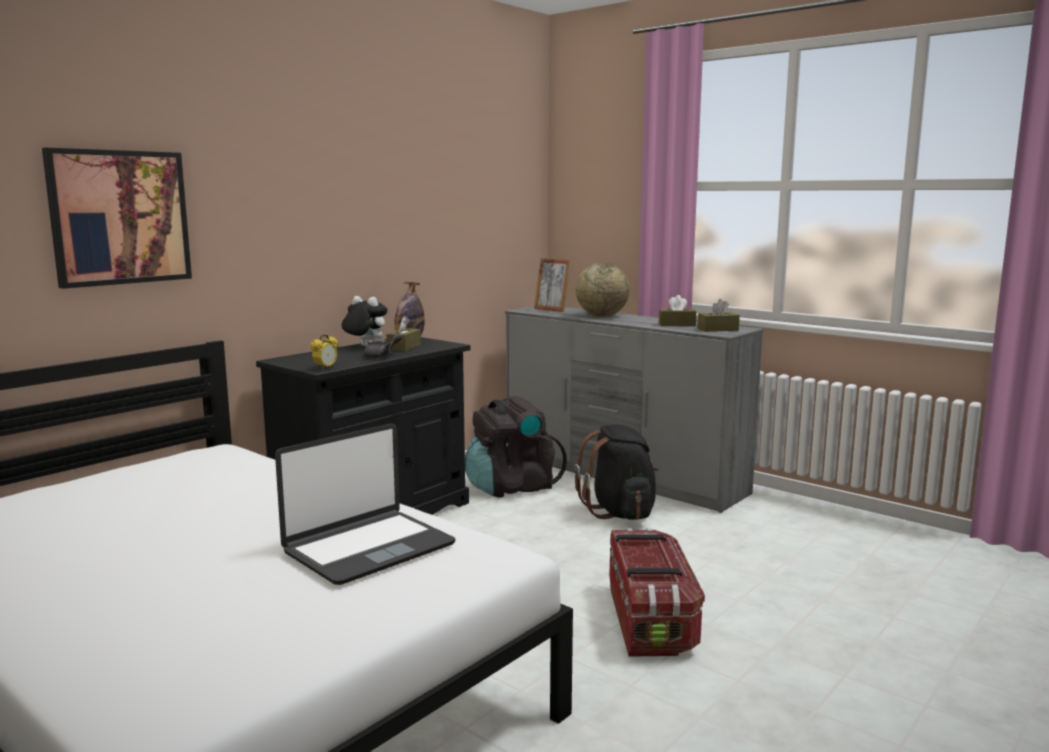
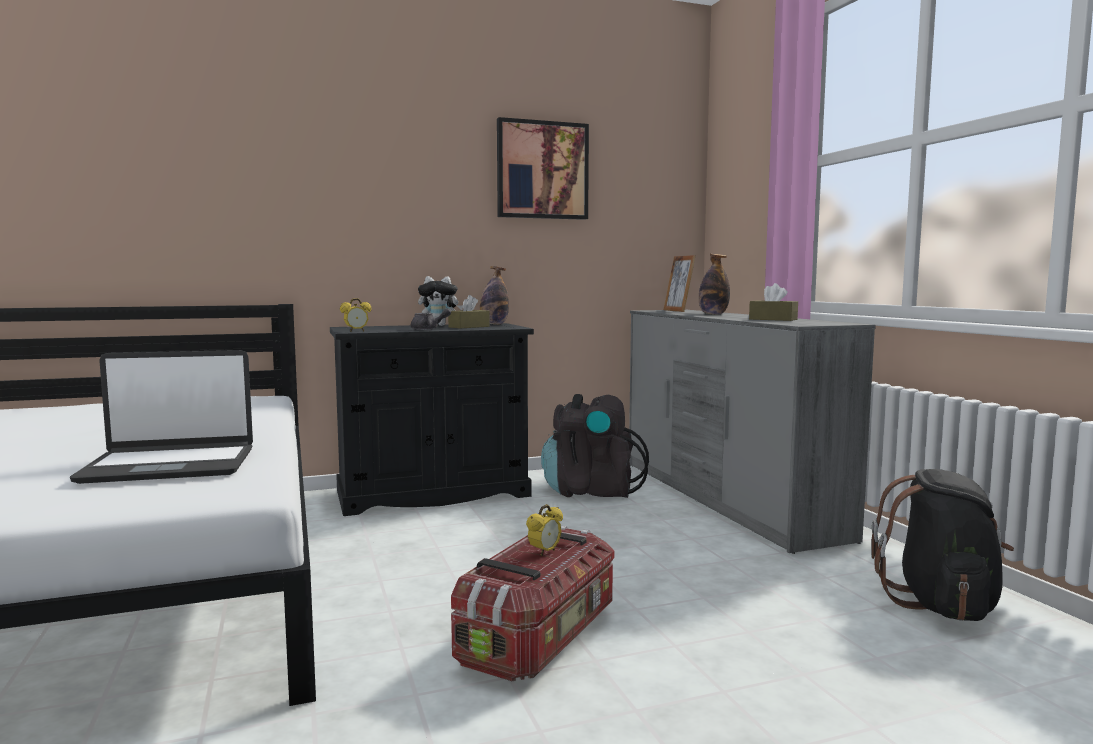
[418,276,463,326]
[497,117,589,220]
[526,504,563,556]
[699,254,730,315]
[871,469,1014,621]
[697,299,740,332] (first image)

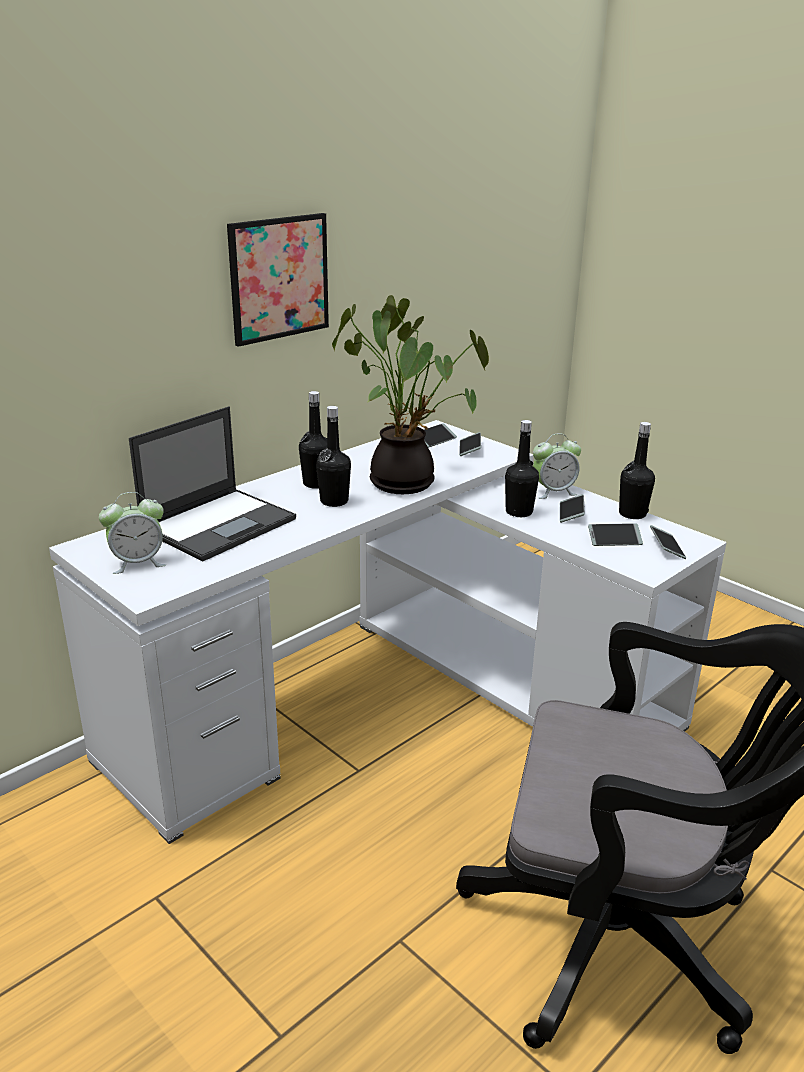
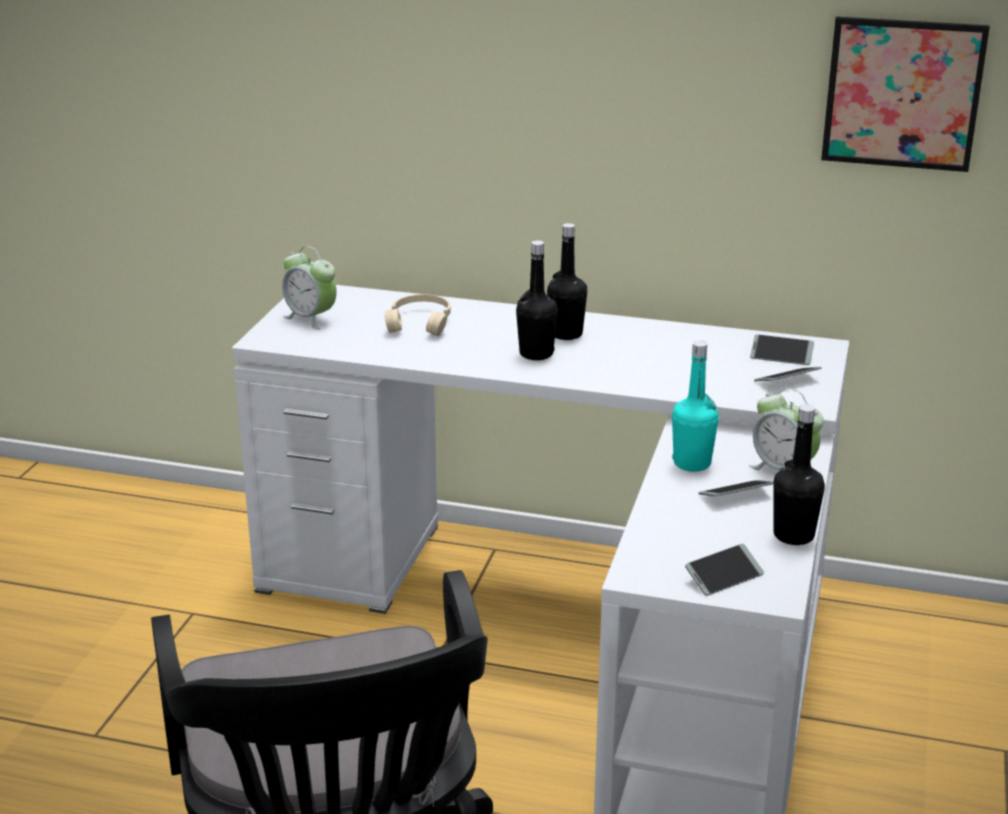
[385,294,451,337]
[672,341,719,472]
[821,16,990,172]
[332,295,489,494] (first image)
[588,523,643,546] (first image)

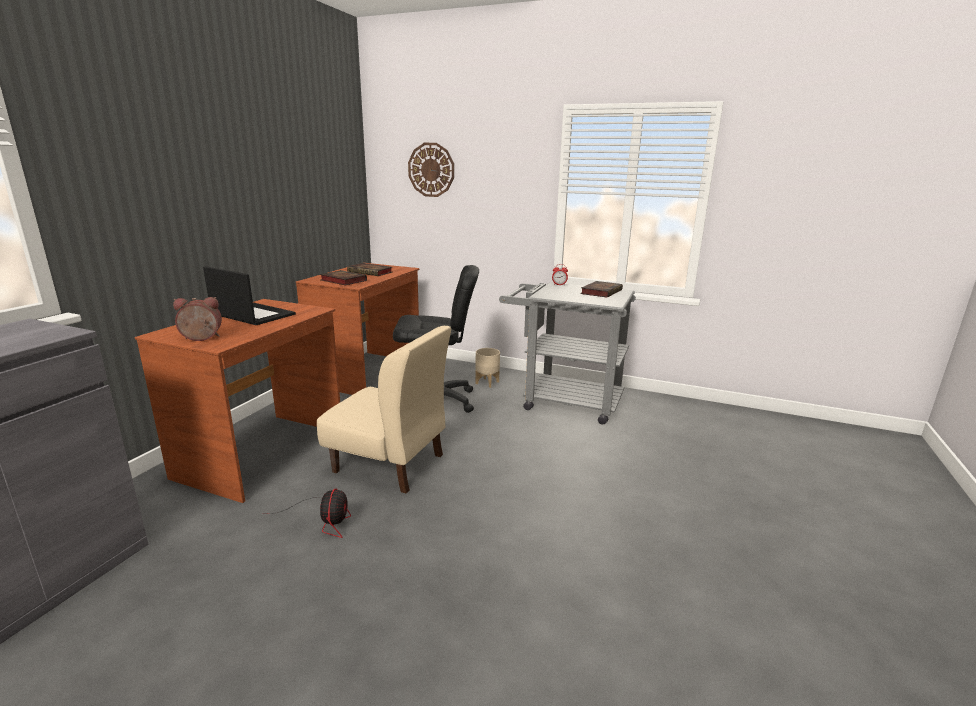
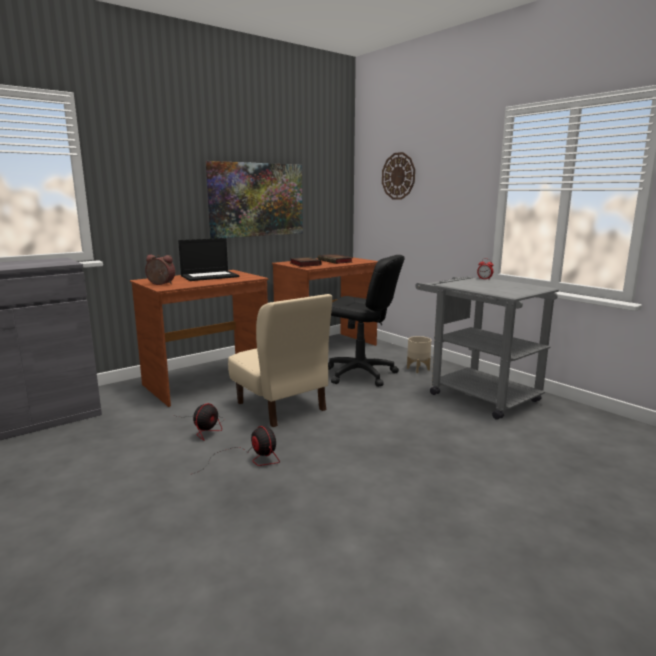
[178,238,239,281]
[192,426,280,474]
[206,161,303,239]
[580,281,623,298] (first image)

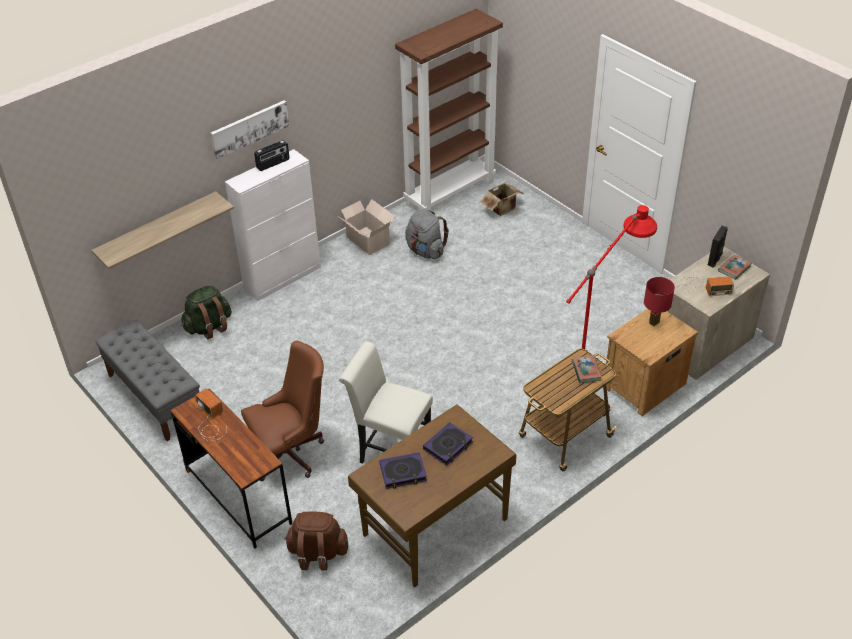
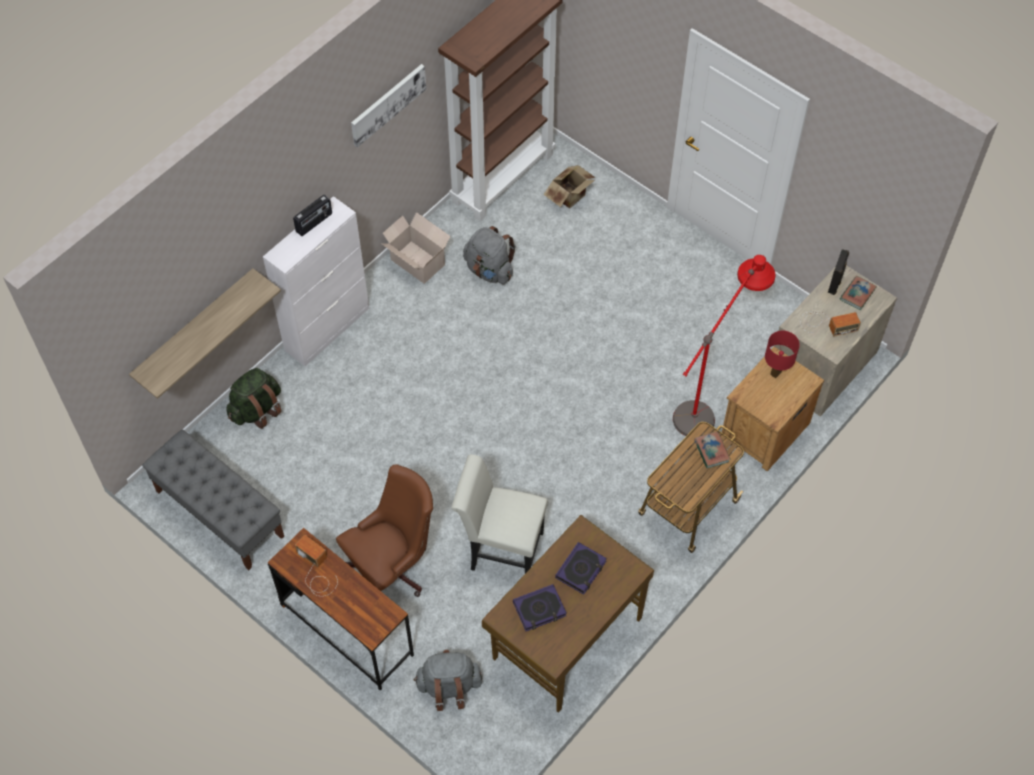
[351,64,426,148]
[414,650,482,711]

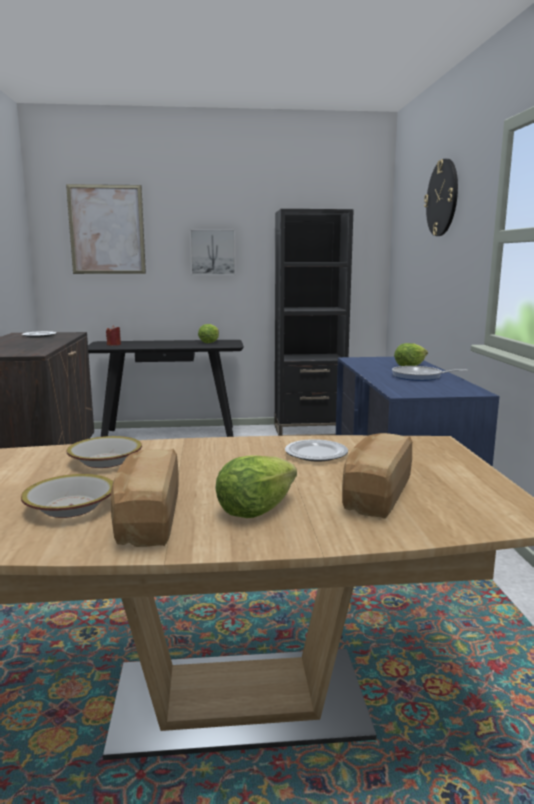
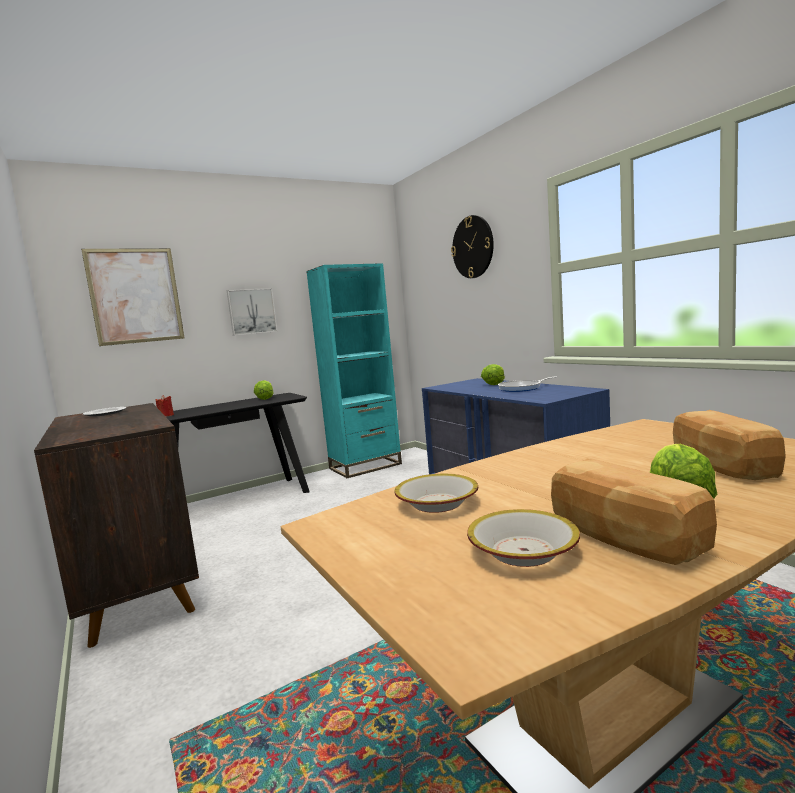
[306,263,402,478]
[285,439,348,462] (first image)

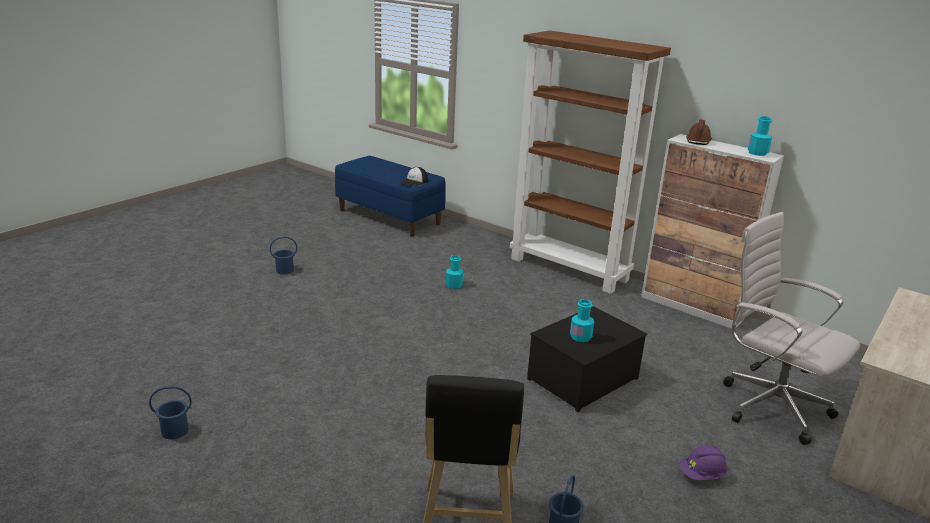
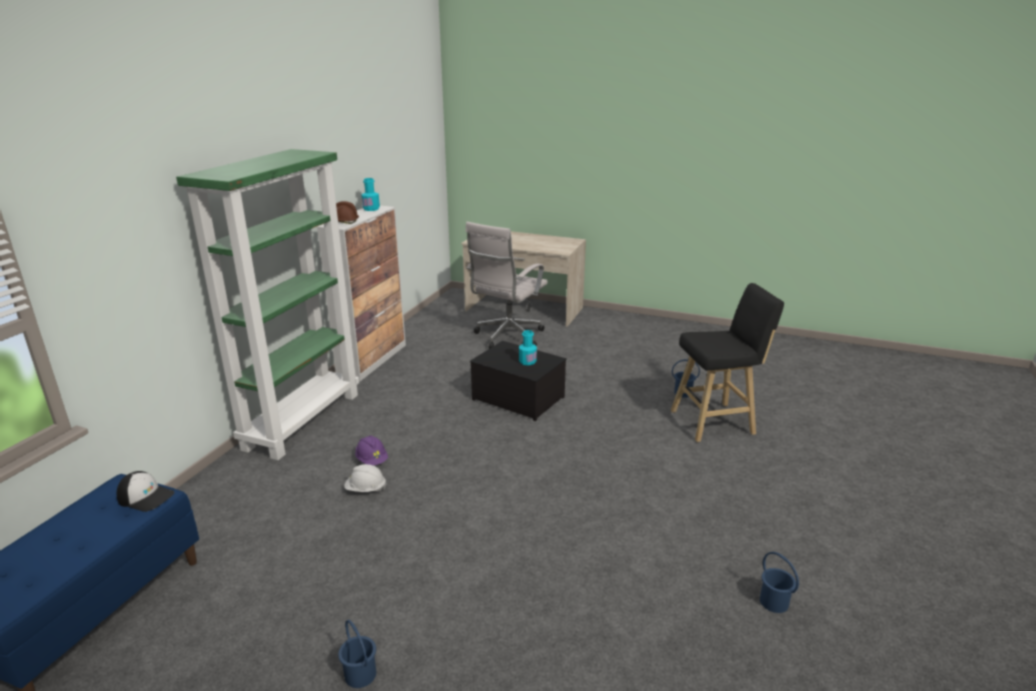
[176,149,359,460]
[344,464,387,492]
[355,435,388,465]

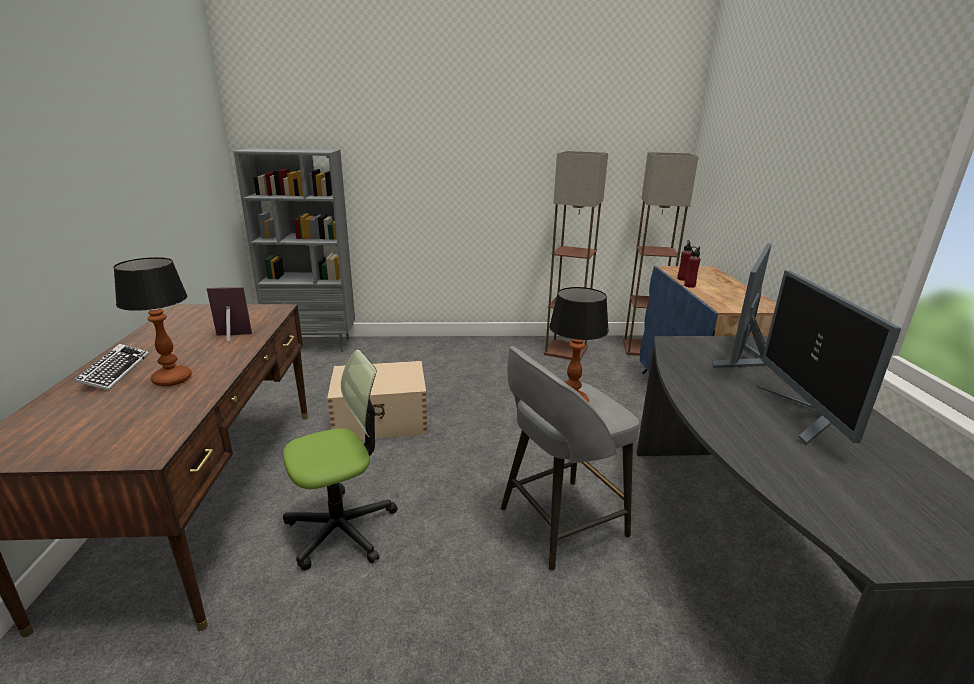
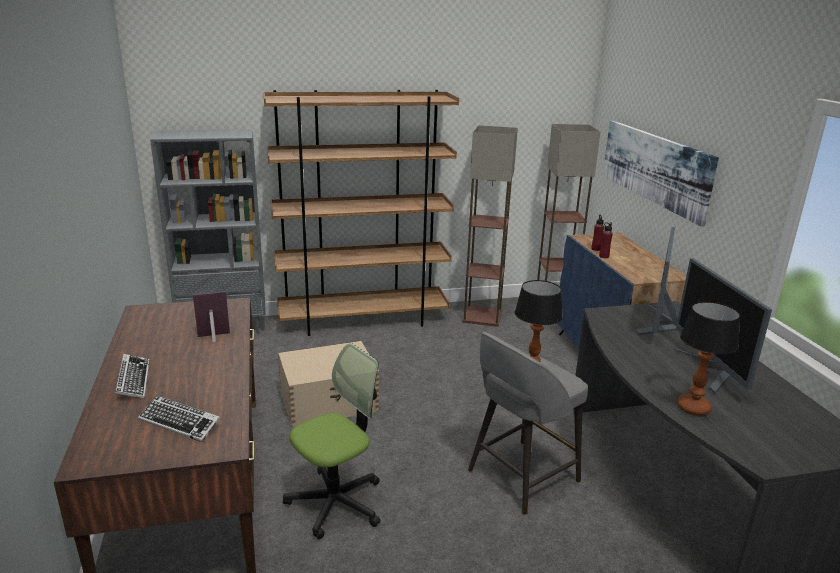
[138,395,220,442]
[263,90,459,336]
[602,121,719,226]
[677,301,740,416]

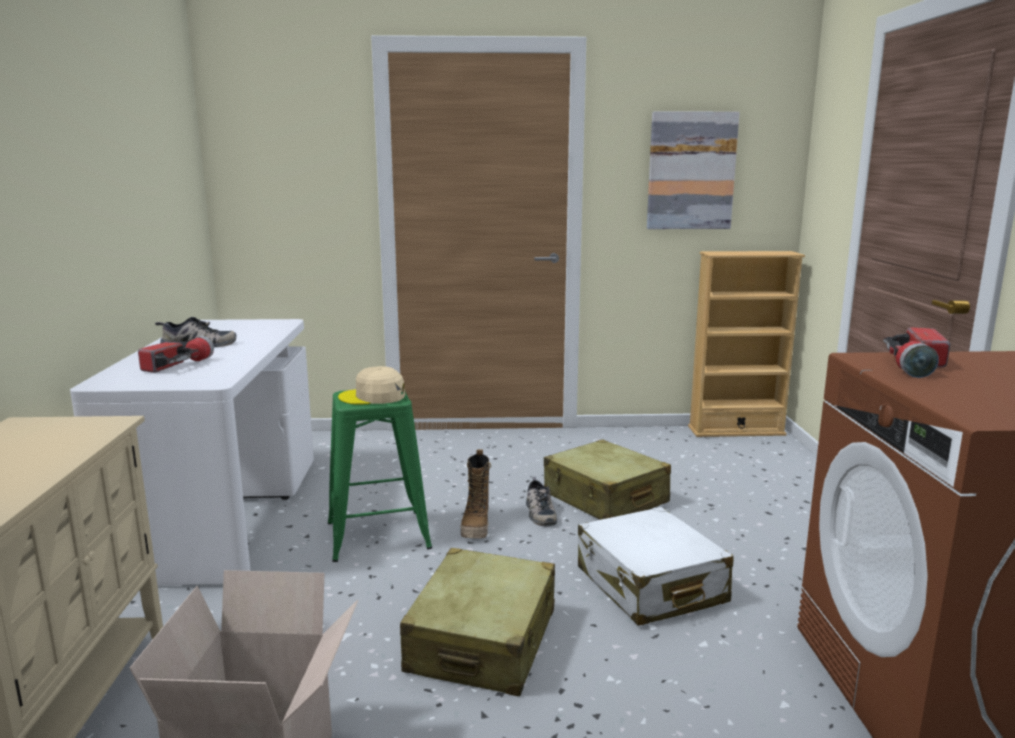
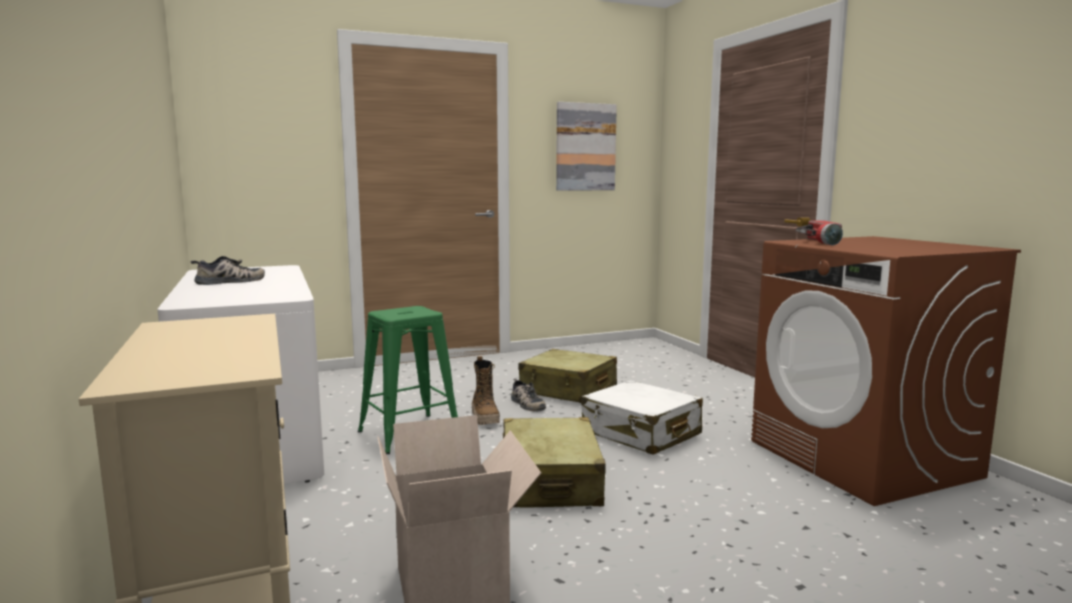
[138,336,214,373] (first image)
[338,366,405,405] (first image)
[688,251,805,437] (first image)

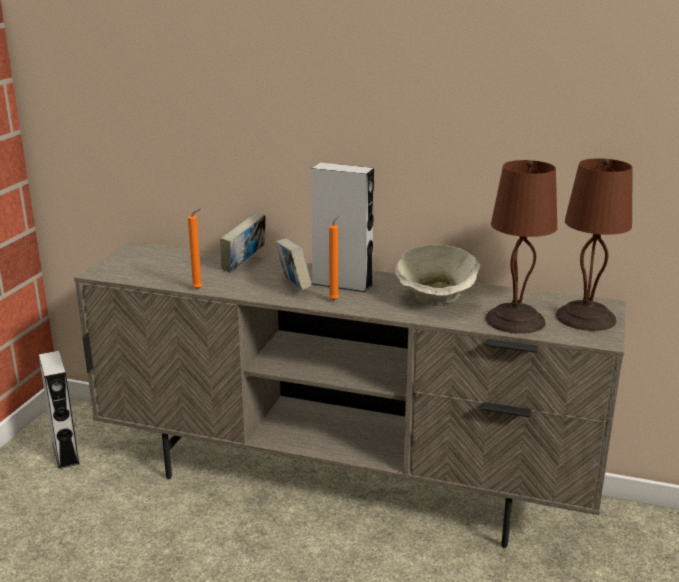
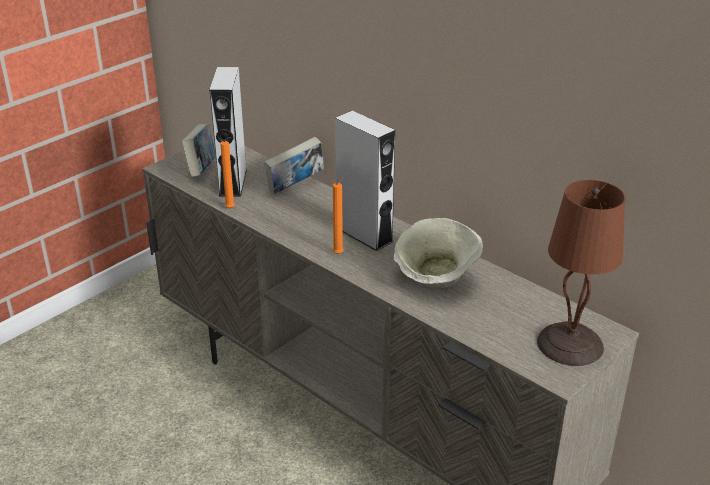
[182,123,216,177]
[209,67,247,197]
[485,160,557,334] (first image)

